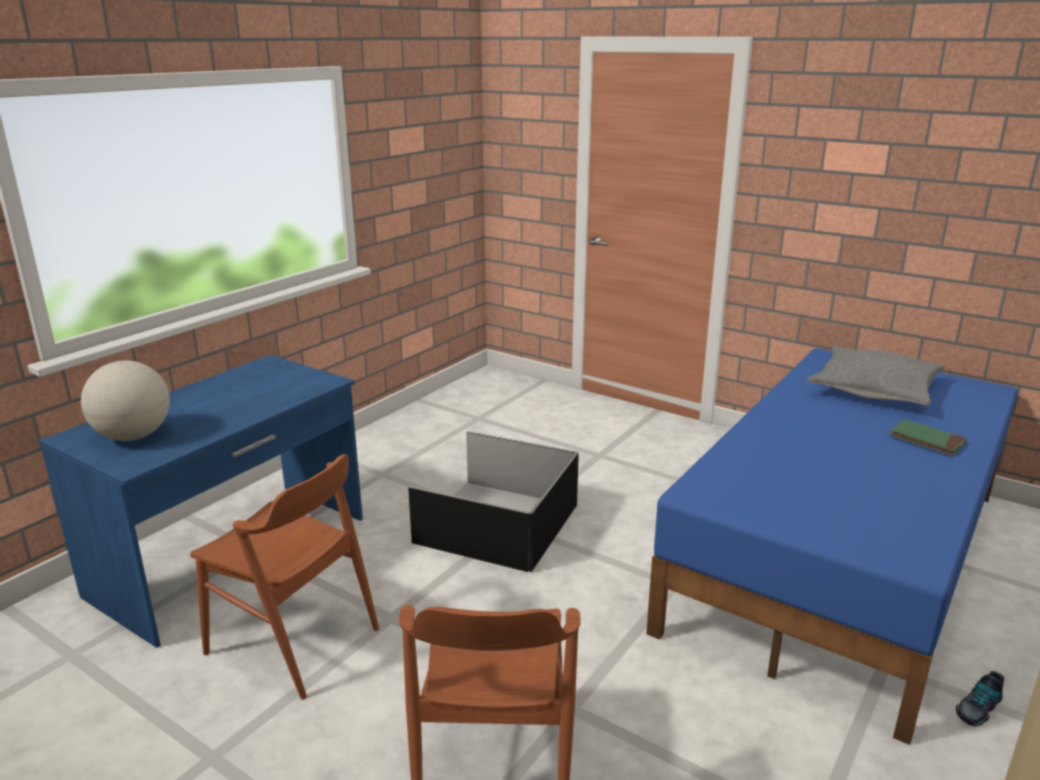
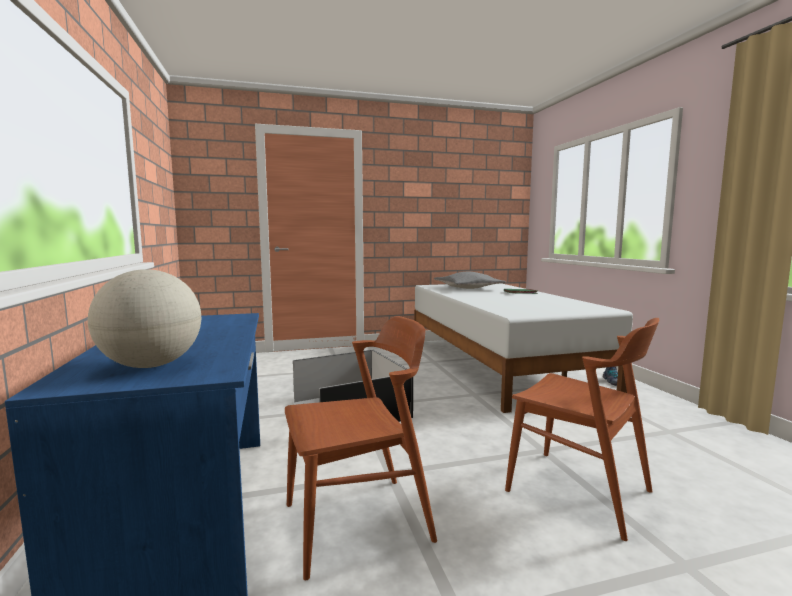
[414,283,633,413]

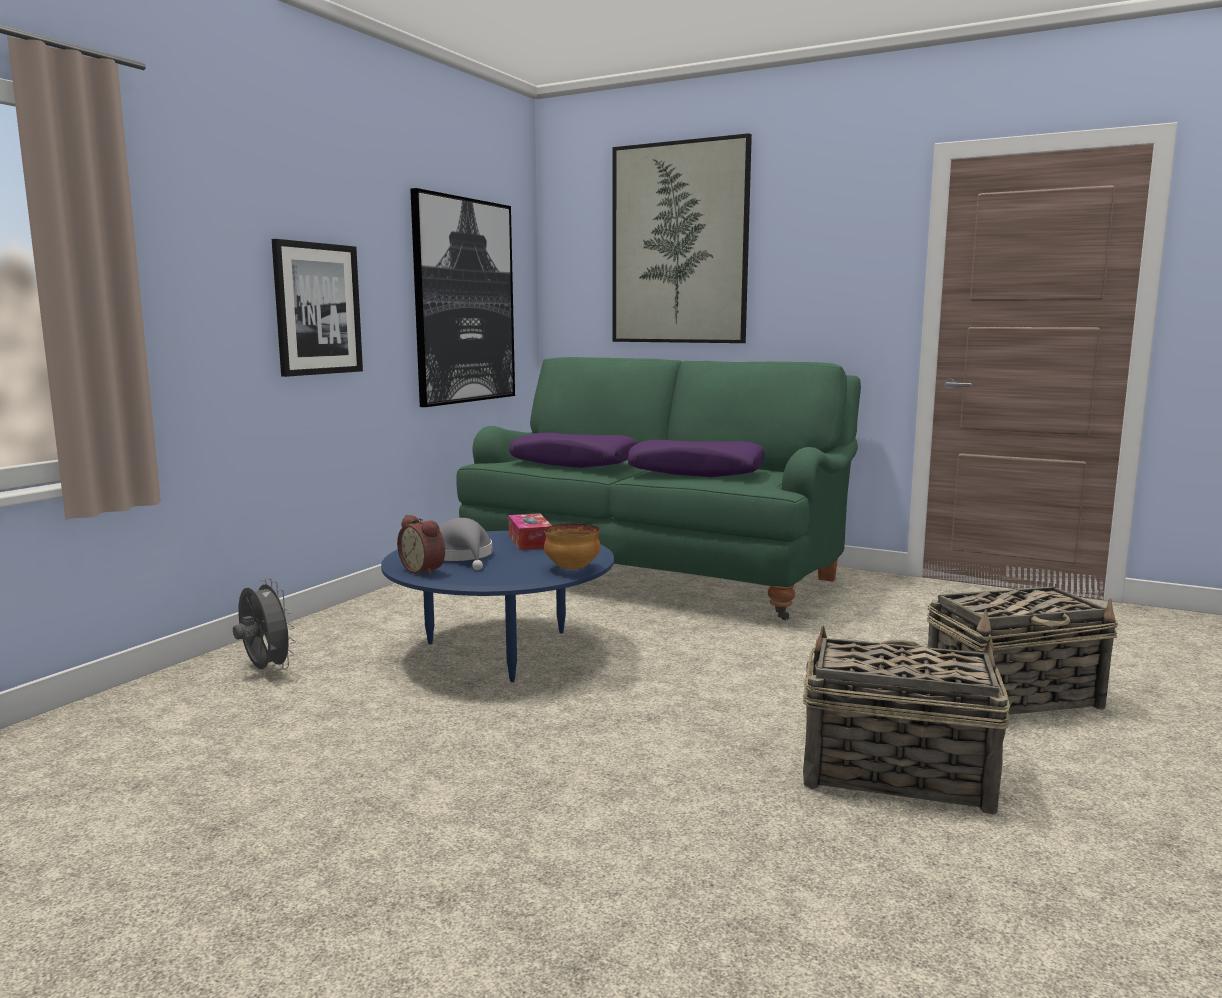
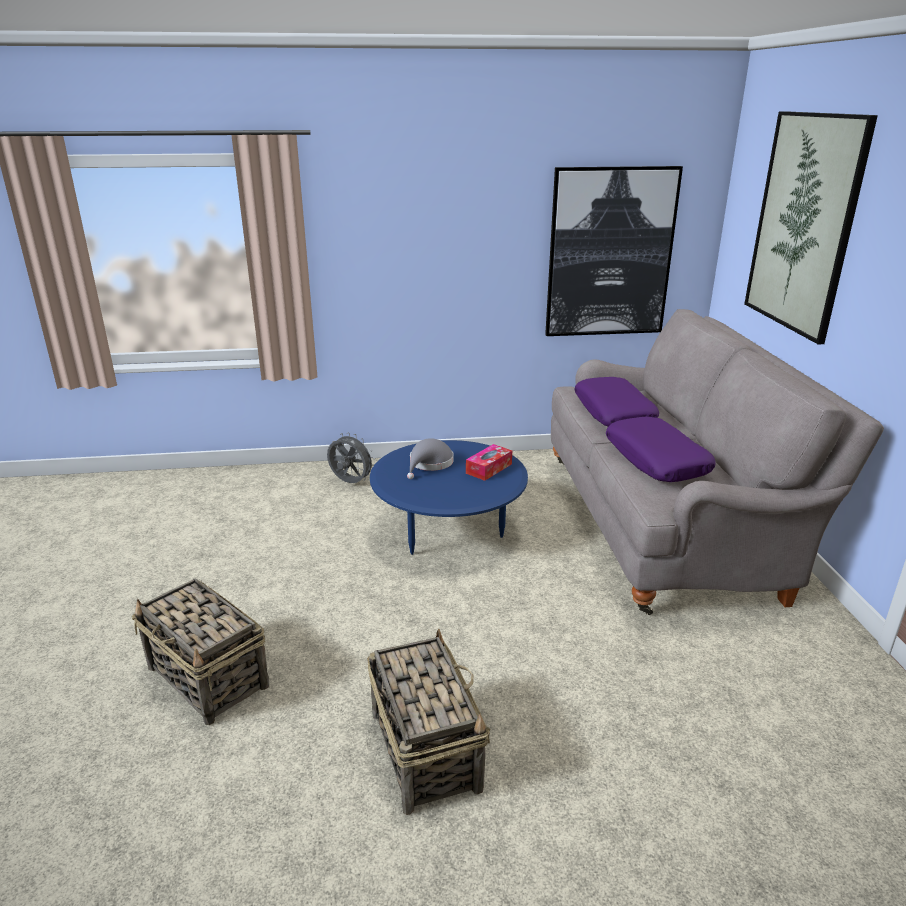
[132,578,269,725]
[327,432,375,483]
[551,309,884,615]
[272,239,363,377] (first image)
[397,515,445,576] (first image)
[544,523,600,570] (first image)

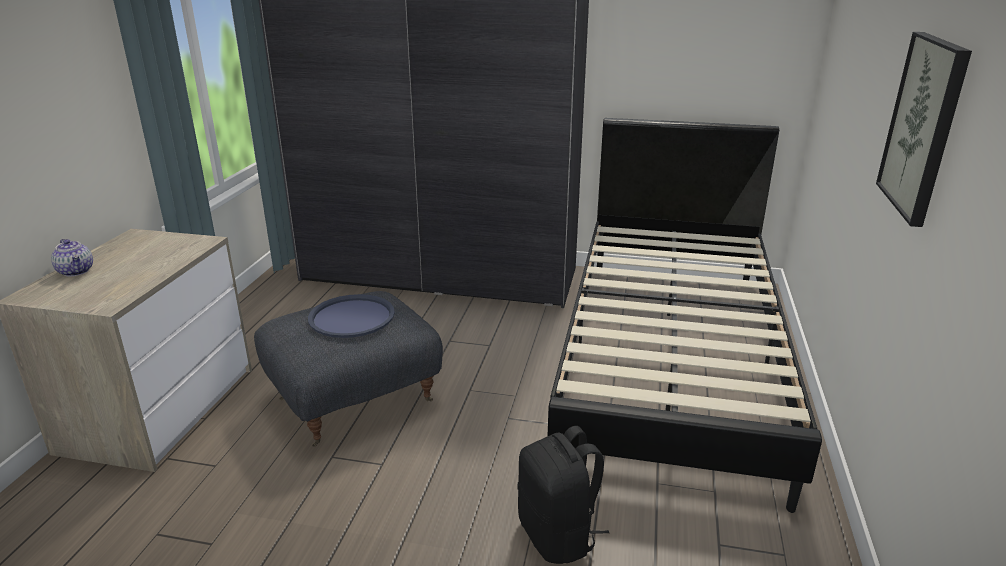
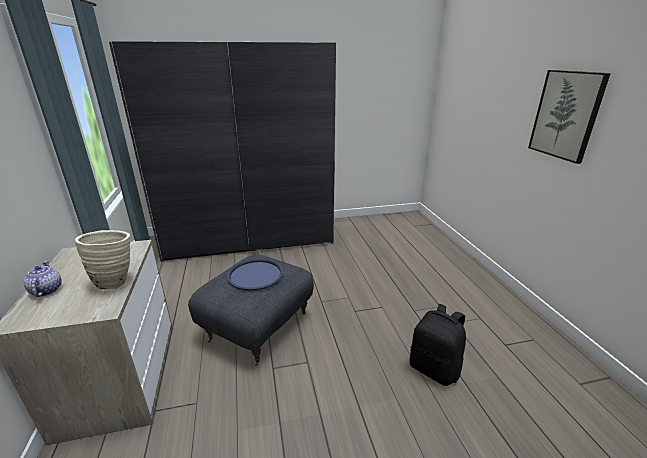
[24,261,62,297]
[75,230,130,291]
[548,118,822,513] (first image)

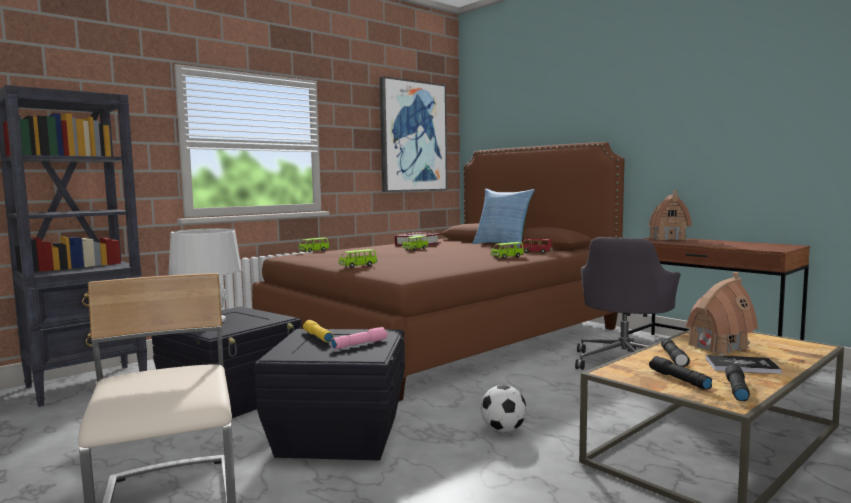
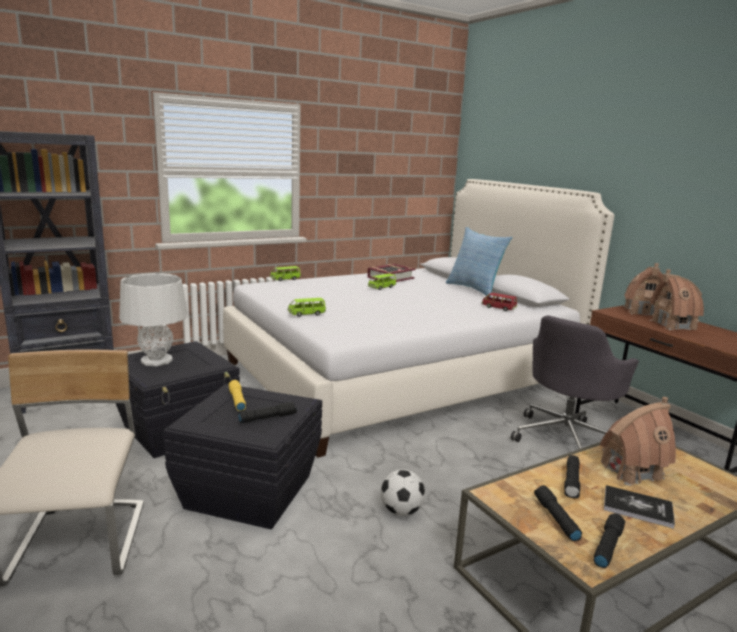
[223,179,615,458]
[238,402,297,423]
[650,269,704,330]
[379,76,447,192] (first image)
[490,242,524,259] (first image)

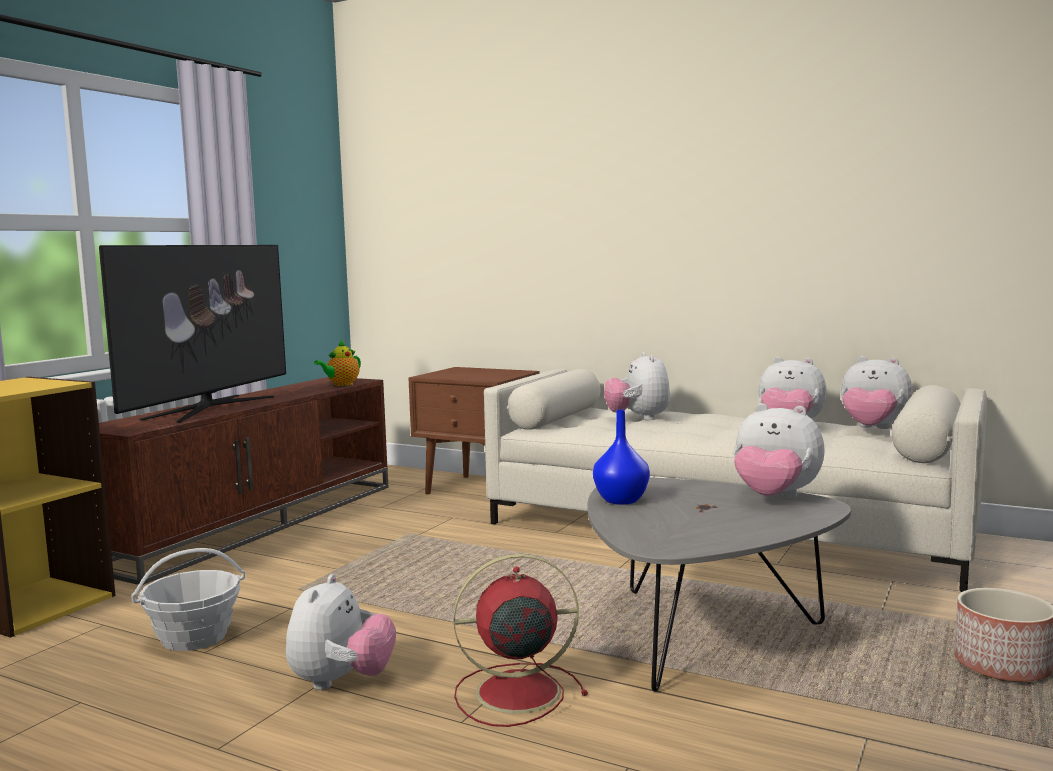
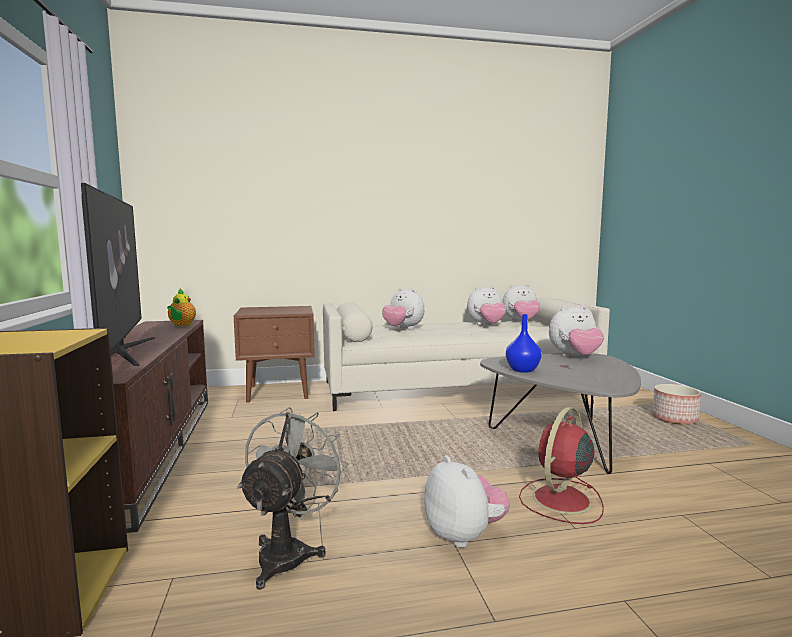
[237,407,348,590]

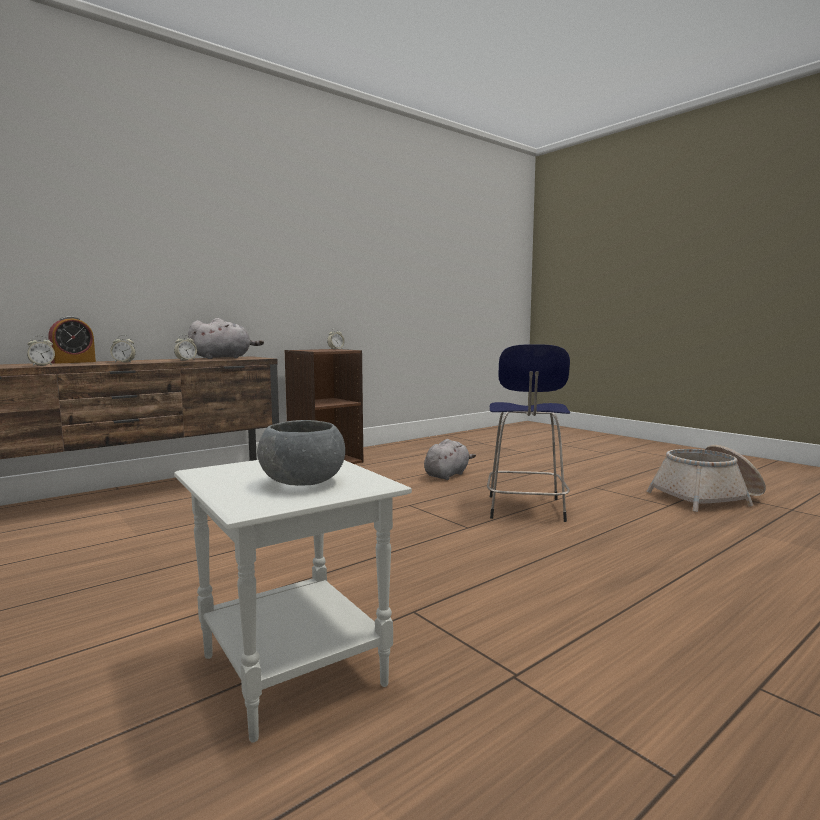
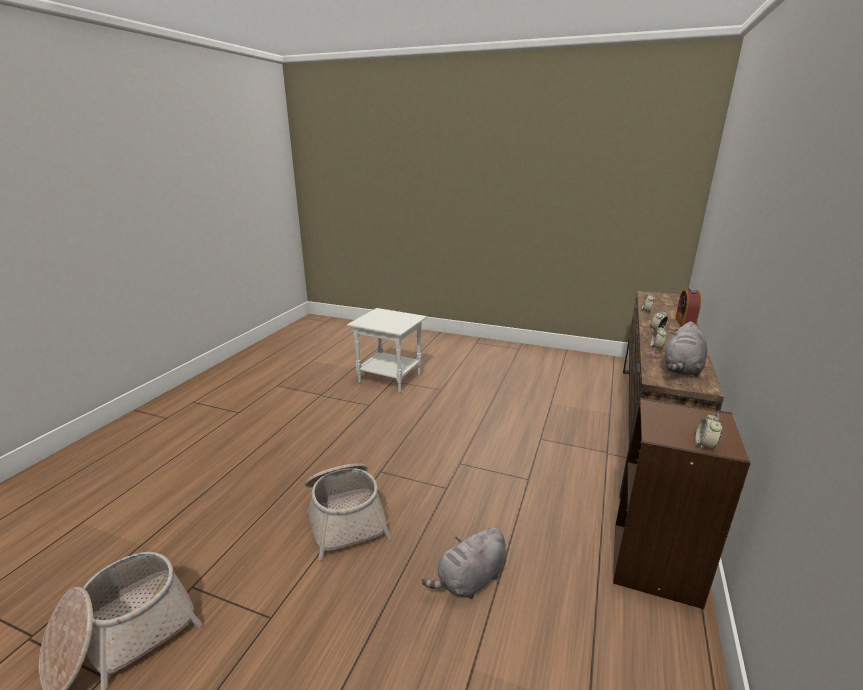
[305,463,392,561]
[422,527,507,599]
[257,420,345,486] (first image)

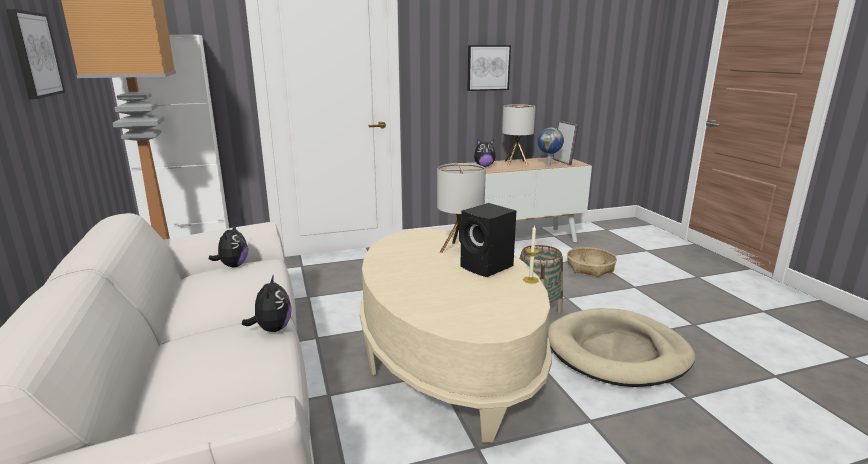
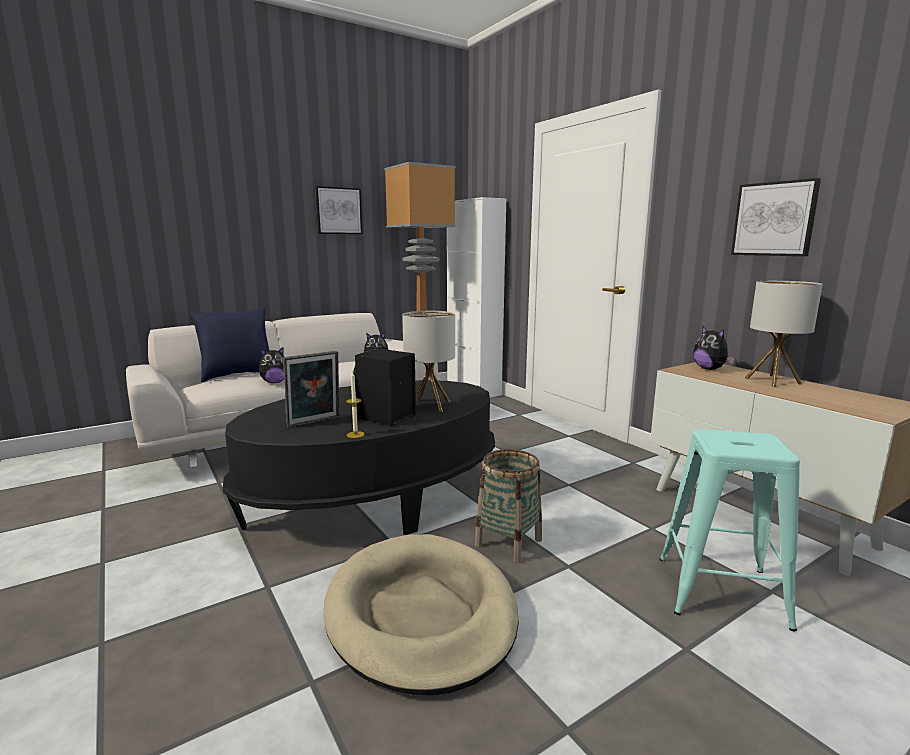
[189,308,270,382]
[223,380,495,535]
[283,351,339,428]
[660,429,800,631]
[538,128,564,166] (first image)

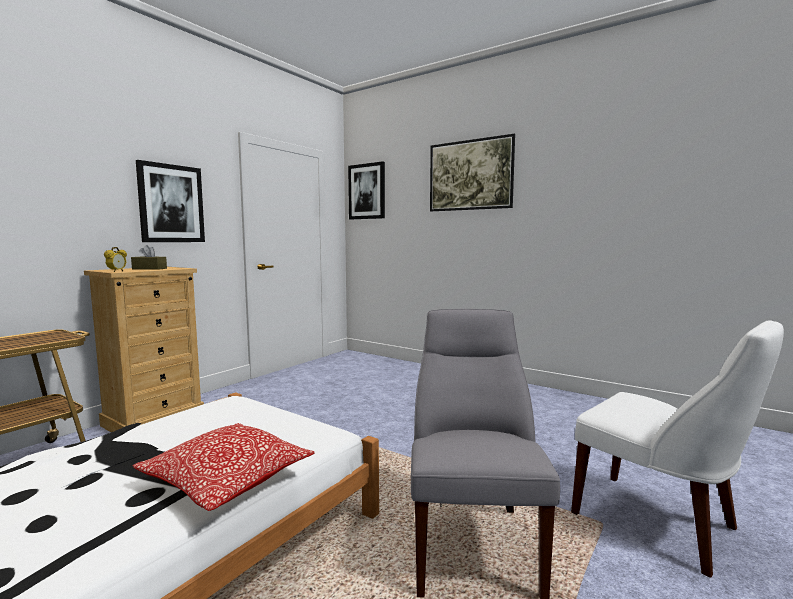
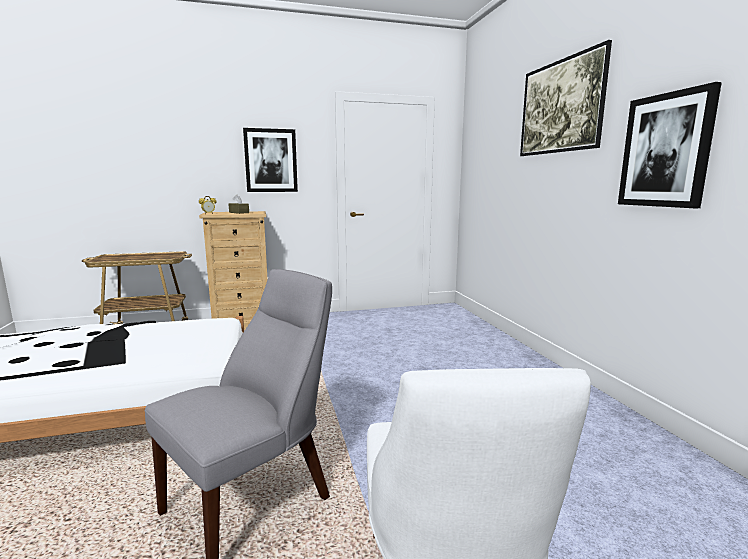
[618,82,722,208]
[133,423,315,511] (first image)

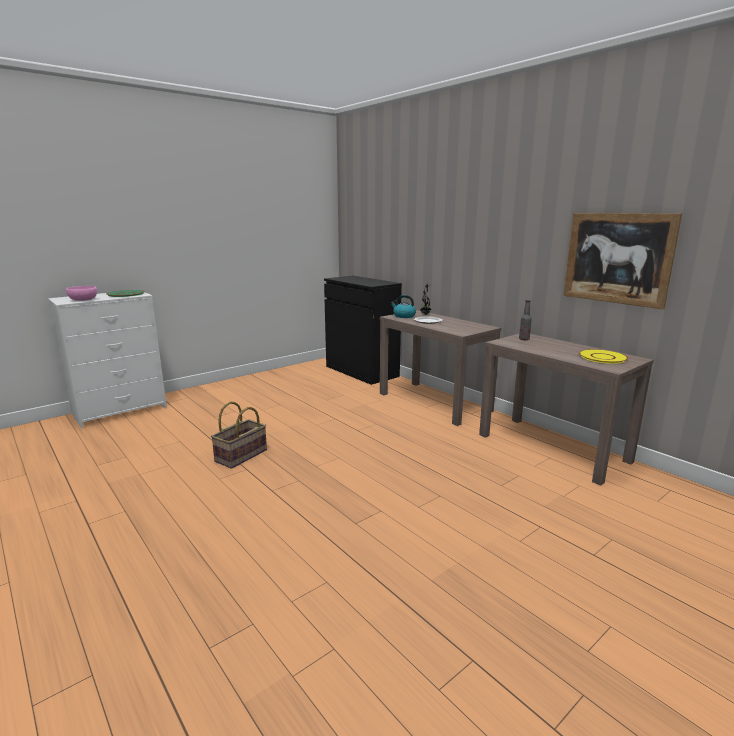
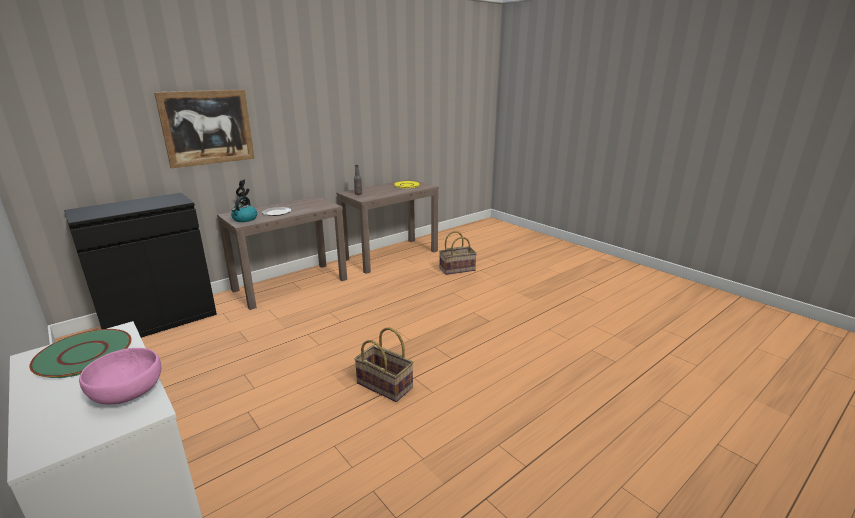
[154,89,255,168]
[439,231,477,275]

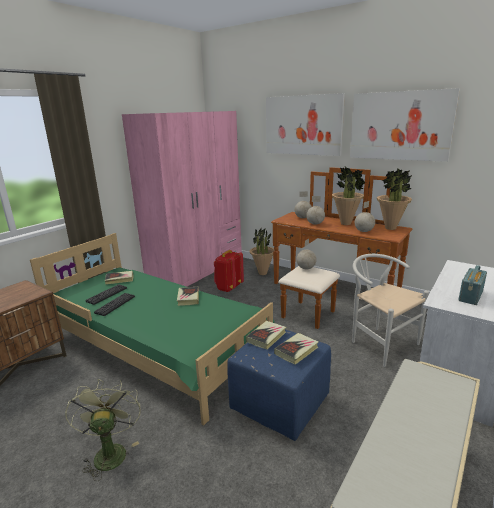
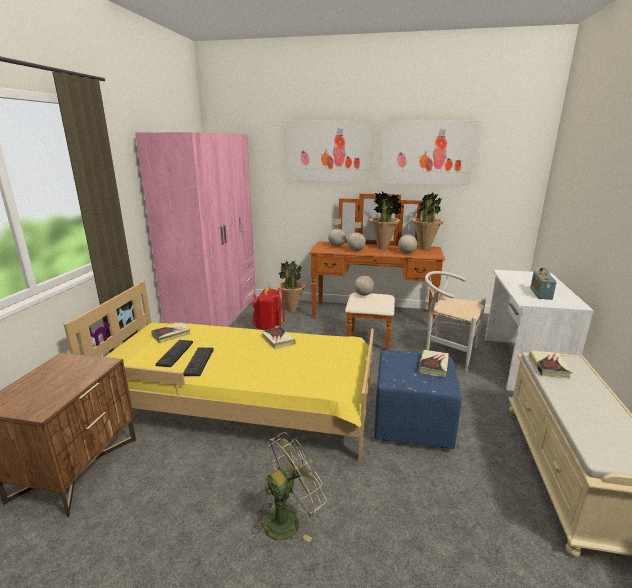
[64,280,374,463]
[251,432,326,542]
[529,351,573,378]

